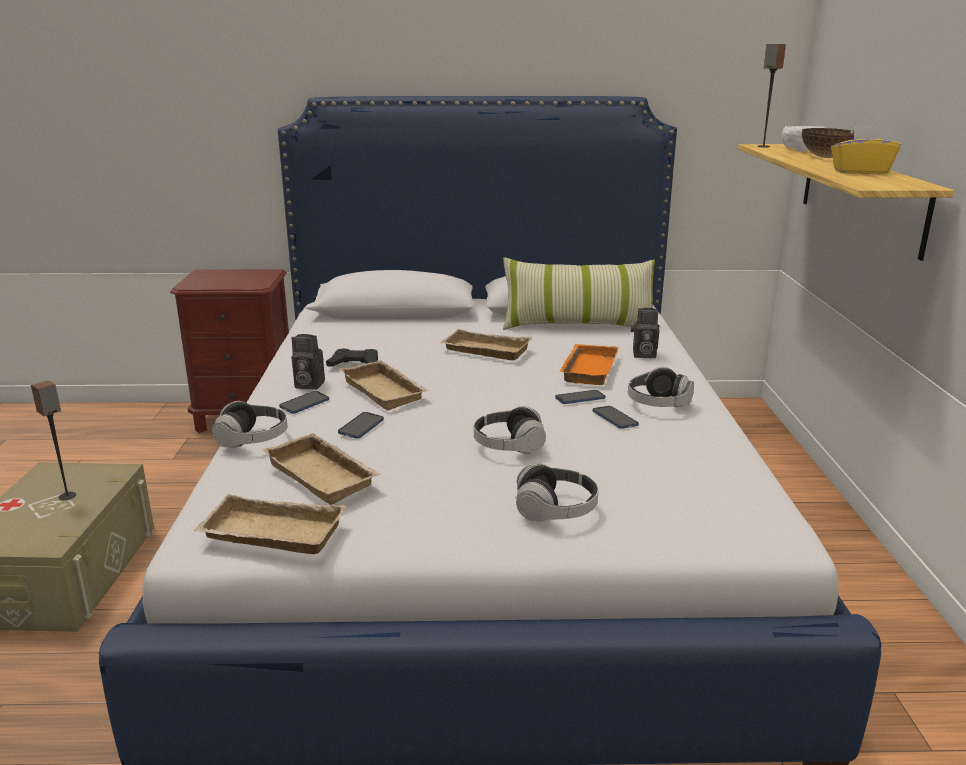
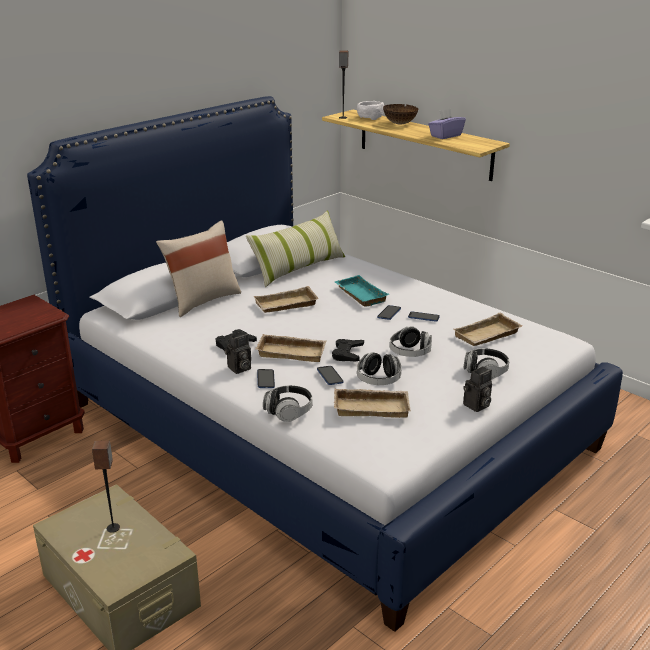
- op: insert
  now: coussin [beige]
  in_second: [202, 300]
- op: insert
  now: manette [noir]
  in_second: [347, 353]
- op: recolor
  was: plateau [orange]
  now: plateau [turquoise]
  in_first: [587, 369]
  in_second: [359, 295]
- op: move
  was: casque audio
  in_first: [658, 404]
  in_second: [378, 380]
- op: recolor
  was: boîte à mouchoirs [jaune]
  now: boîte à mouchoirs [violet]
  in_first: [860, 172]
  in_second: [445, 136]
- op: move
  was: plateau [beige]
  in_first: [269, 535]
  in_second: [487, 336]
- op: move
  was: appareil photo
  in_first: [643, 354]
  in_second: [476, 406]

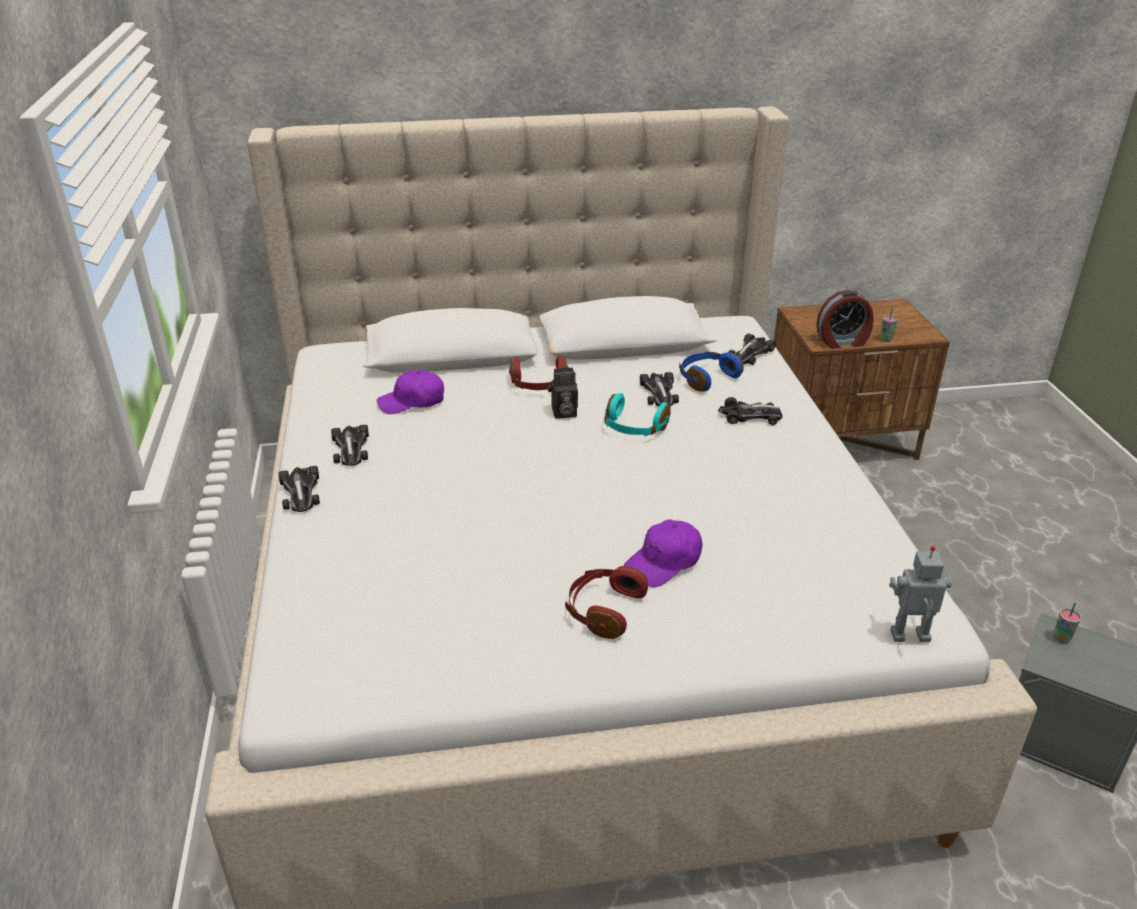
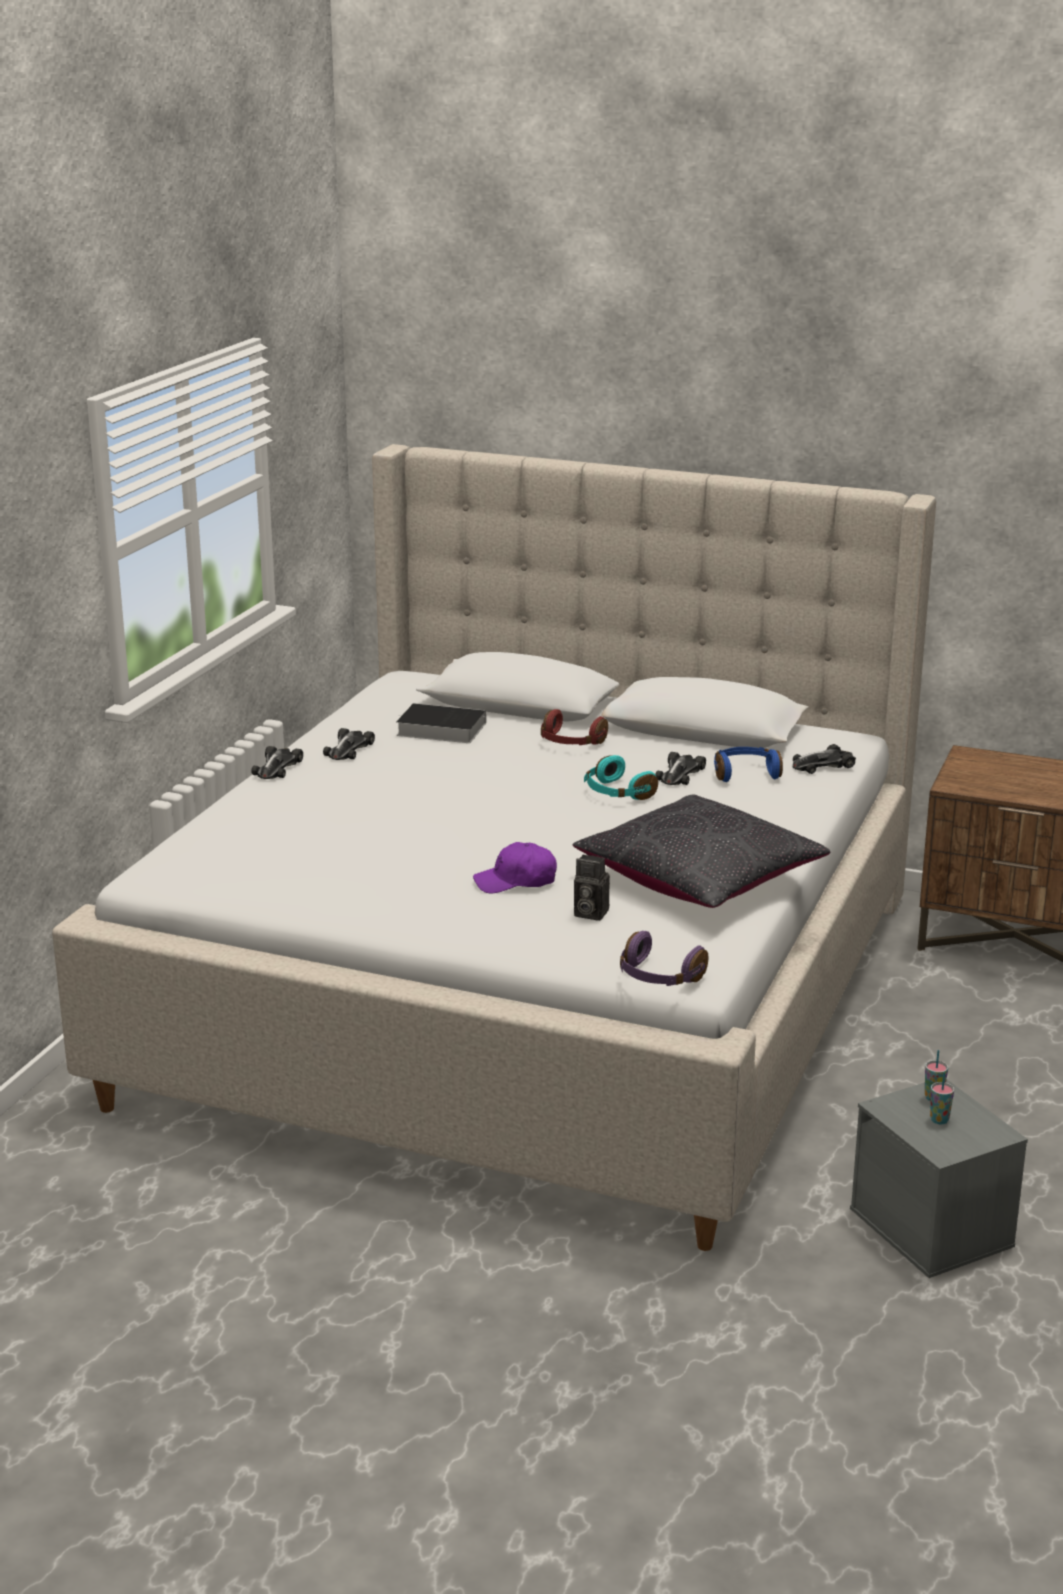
- op: replace
  was: casquette [violet]
  now: livre
  in_first: [412, 402]
  in_second: [438, 729]
- op: insert
  now: coussin [noir]
  in_second: [699, 879]
- op: move
  was: appareil photo
  in_first: [563, 413]
  in_second: [588, 913]
- op: replace
  was: robot jouet
  now: casque audio [violet]
  in_first: [910, 638]
  in_second: [659, 977]
- op: move
  was: tasse
  in_first: [885, 339]
  in_second: [939, 1120]
- op: delete
  was: casque audio [rouge]
  in_first: [603, 610]
- op: delete
  was: petite voiture
  in_first: [749, 416]
- op: delete
  was: réveil
  in_first: [842, 342]

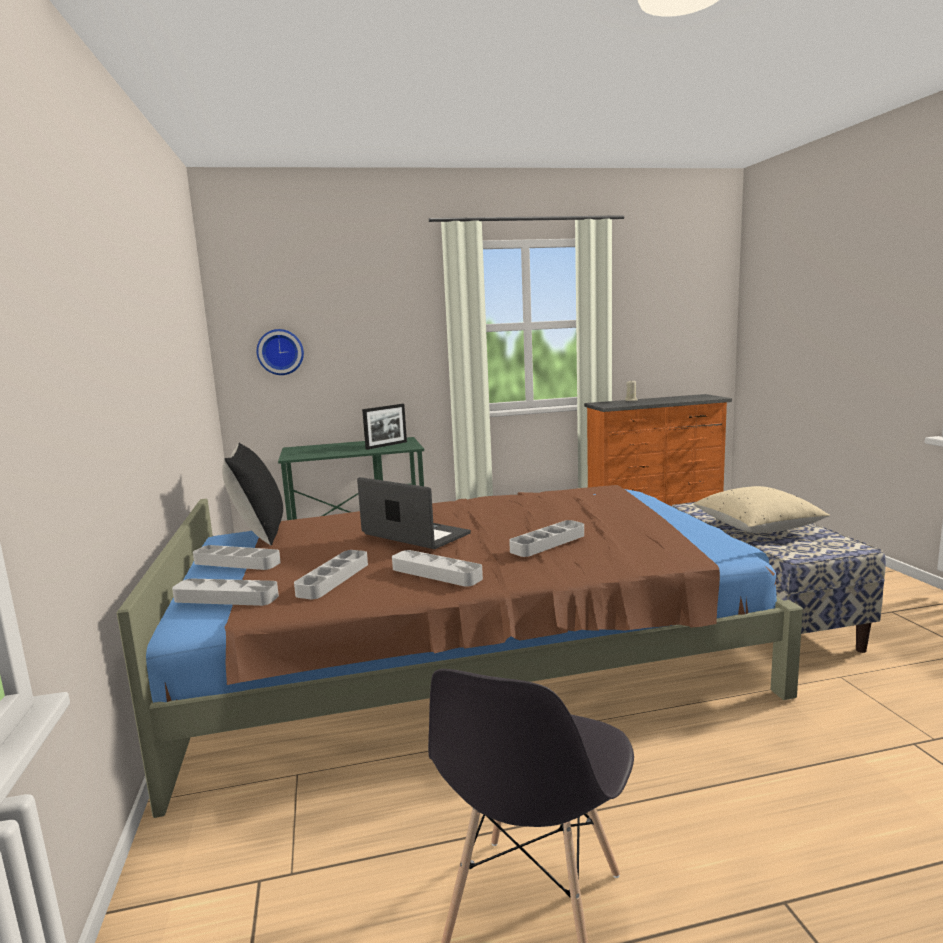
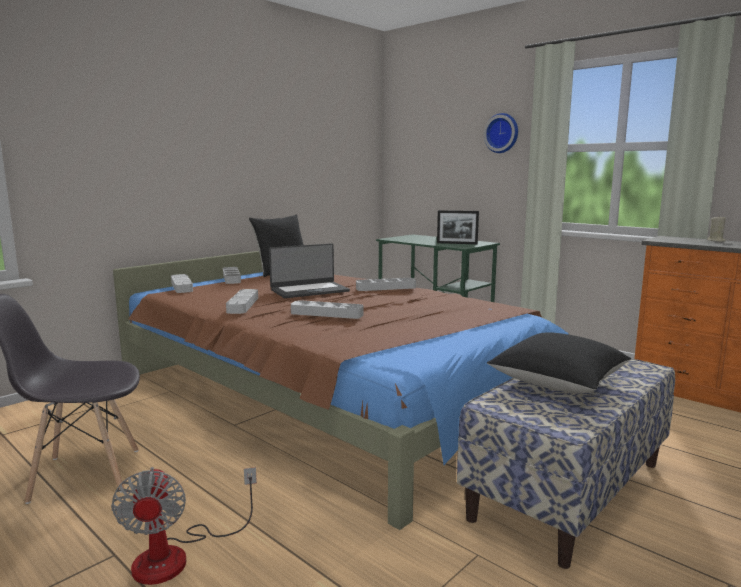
- op: insert
  now: ventilateur
  in_second: [177, 555]
- op: rotate
  was: ordinateur portable
  in_first: [414, 535]
  in_second: [309, 290]
  clockwise: 60
- op: move
  was: plateau [gris]
  in_first: [333, 579]
  in_second: [386, 288]
- op: move
  was: horloge murale
  in_first: [280, 352]
  in_second: [502, 133]
- op: recolor
  was: coussin [beige]
  now: coussin [noir]
  in_first: [757, 528]
  in_second: [558, 383]

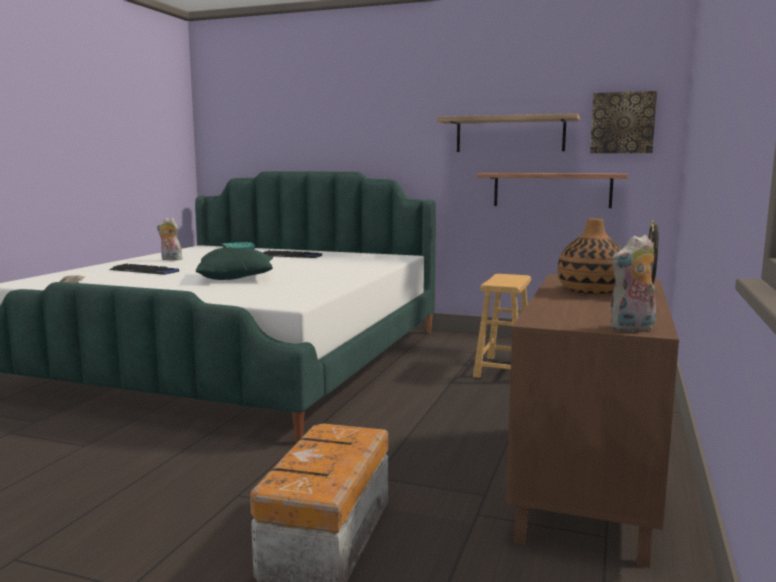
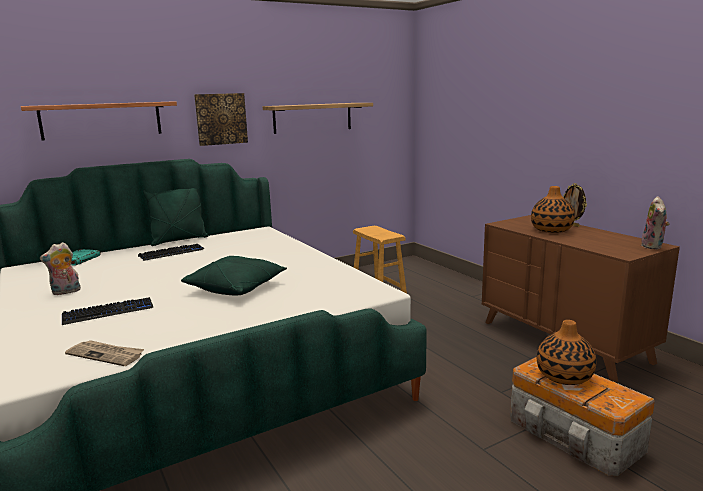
- op: move
  was: étagère
  in_first: [552, 190]
  in_second: [102, 120]
- op: insert
  now: coussin [vert]
  in_second: [179, 240]
- op: move
  was: tableau
  in_first: [622, 123]
  in_second: [221, 119]
- op: insert
  now: vase
  in_second: [564, 376]

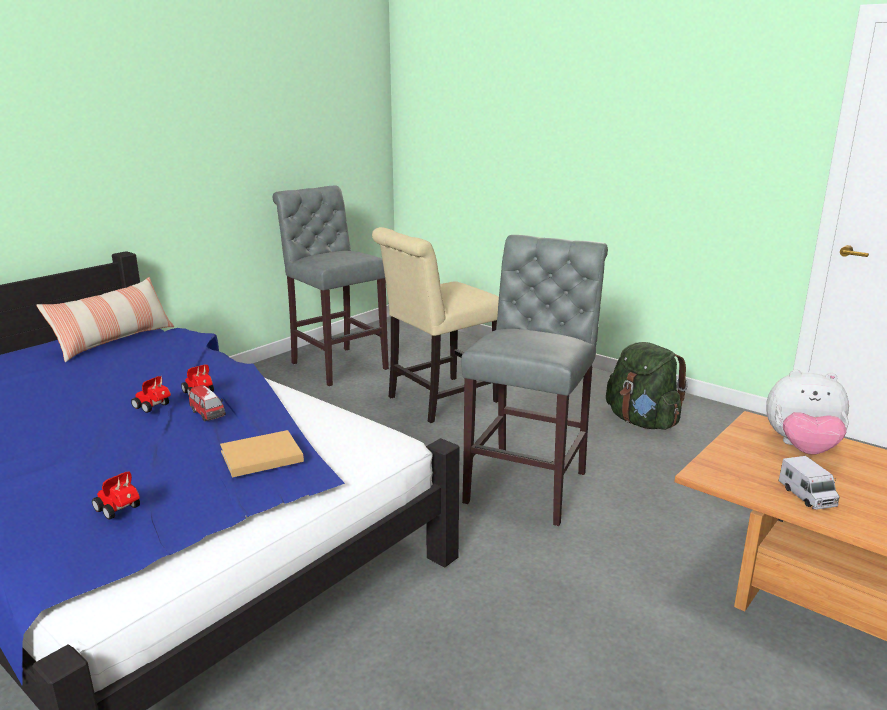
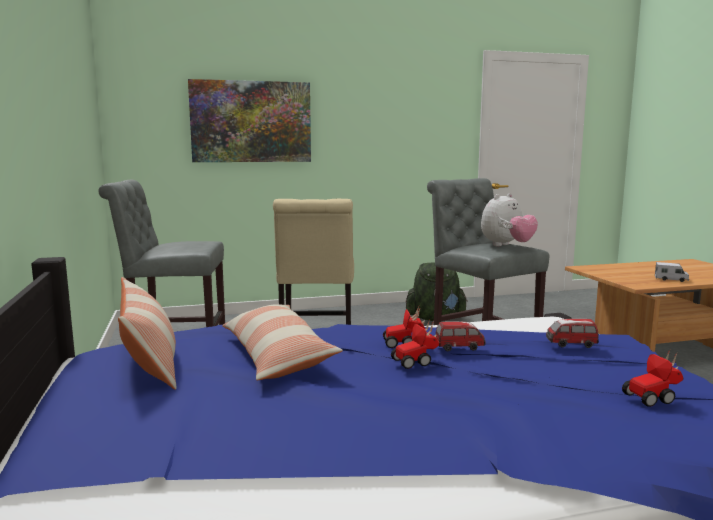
- op: insert
  now: tableau
  in_second: [251, 122]
- op: insert
  now: coussin
  in_second: [276, 356]
- op: move
  was: peluche
  in_first: [801, 448]
  in_second: [506, 246]
- op: replace
  was: livre [beige]
  now: petite voiture
  in_first: [259, 456]
  in_second: [571, 344]

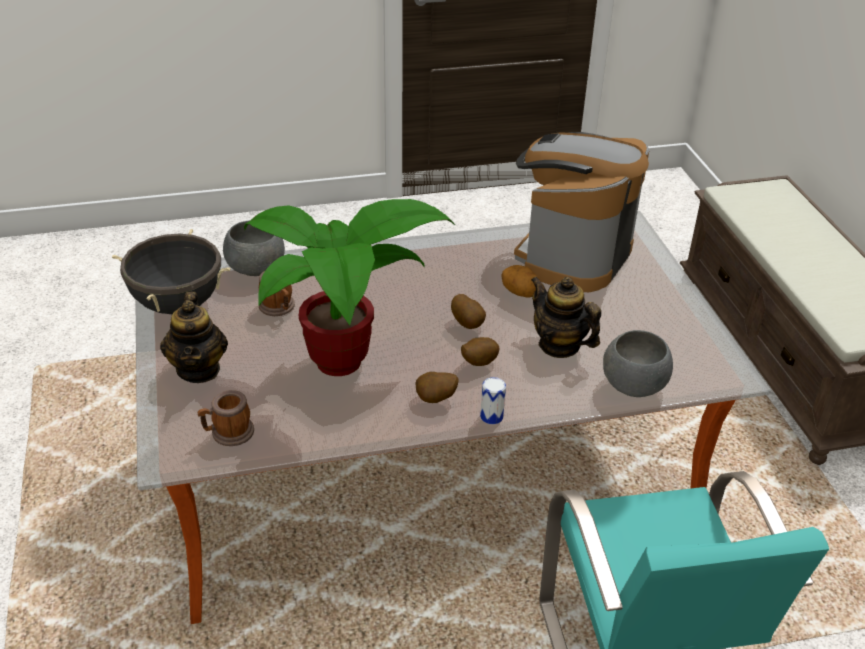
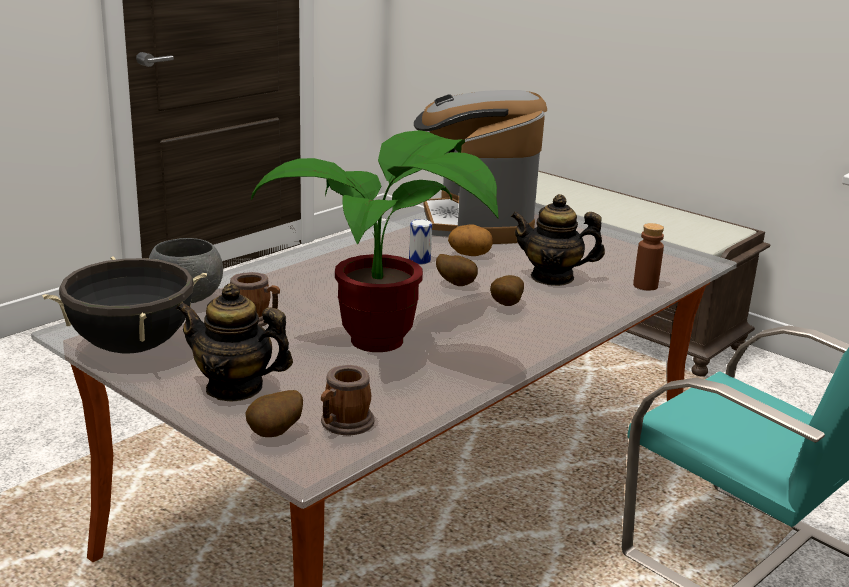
- op: rotate
  was: théière
  in_first: [199, 369]
  in_second: [235, 388]
  clockwise: 150
- op: move
  was: pomme de terre
  in_first: [436, 400]
  in_second: [276, 434]
- op: move
  was: boîte métallique
  in_first: [491, 416]
  in_second: [419, 260]
- op: replace
  was: bol [gris]
  now: bouteille [marron]
  in_first: [633, 386]
  in_second: [645, 285]

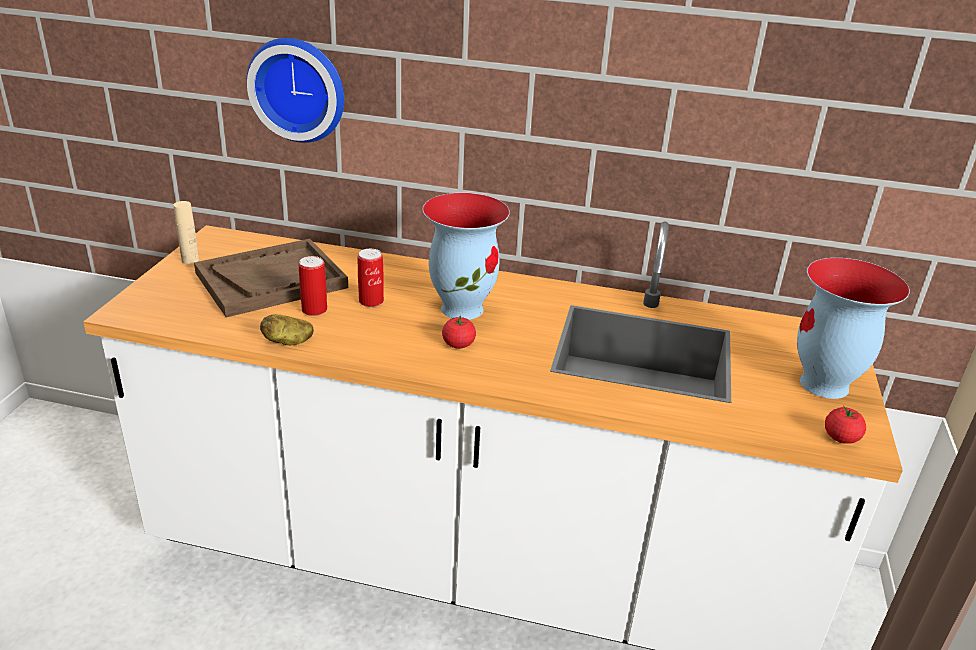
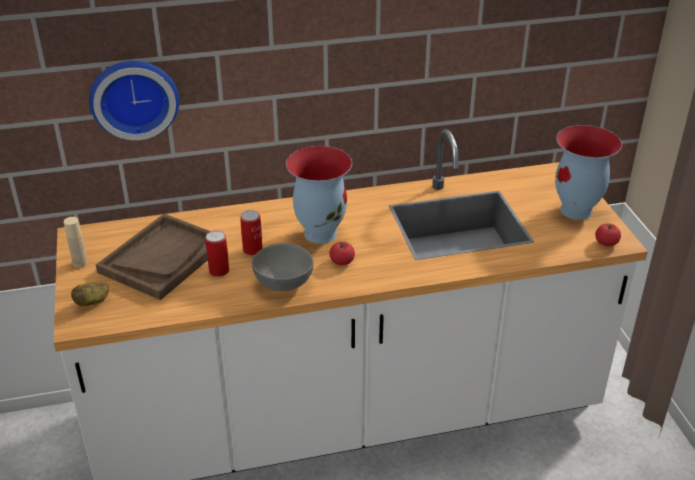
- op: move
  was: pomme de terre
  in_first: [288, 342]
  in_second: [93, 302]
- op: insert
  now: bol [gris]
  in_second: [282, 282]

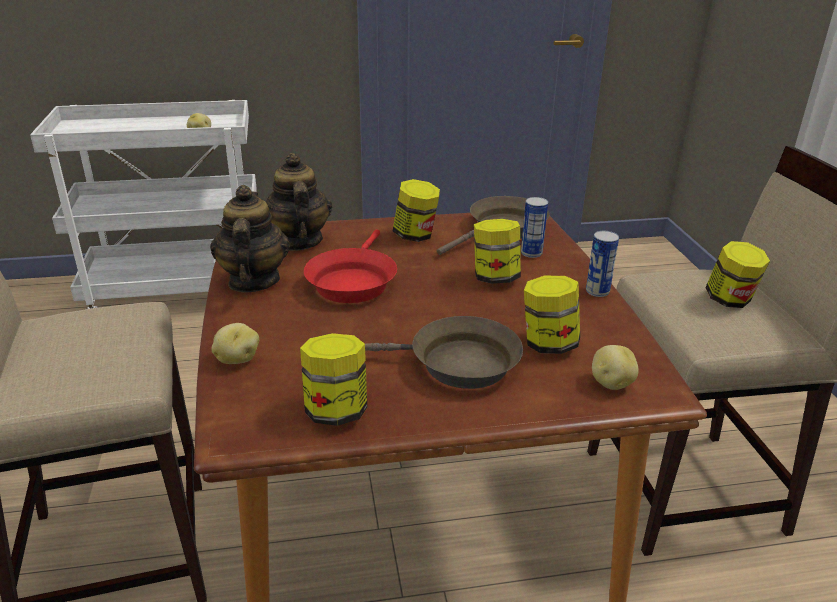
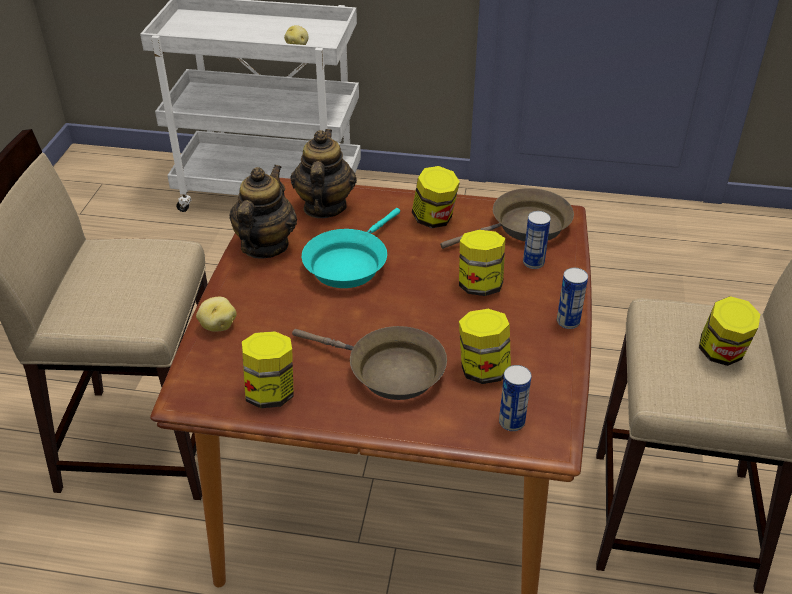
- op: recolor
  was: poêle [rouge]
  now: poêle [turquoise]
  in_first: [352, 281]
  in_second: [349, 263]
- op: replace
  was: pomme de terre
  now: boîte métallique
  in_first: [610, 383]
  in_second: [511, 422]

